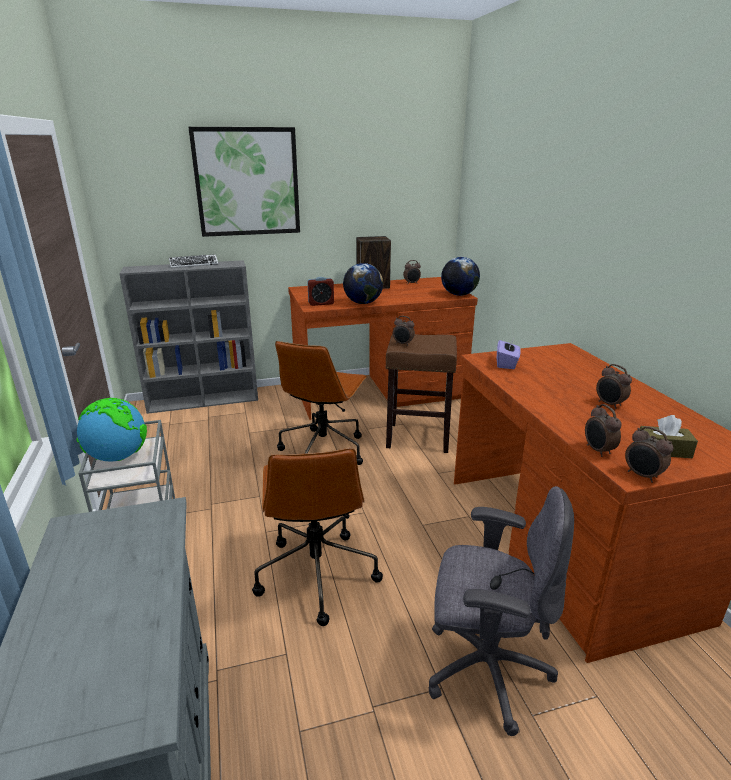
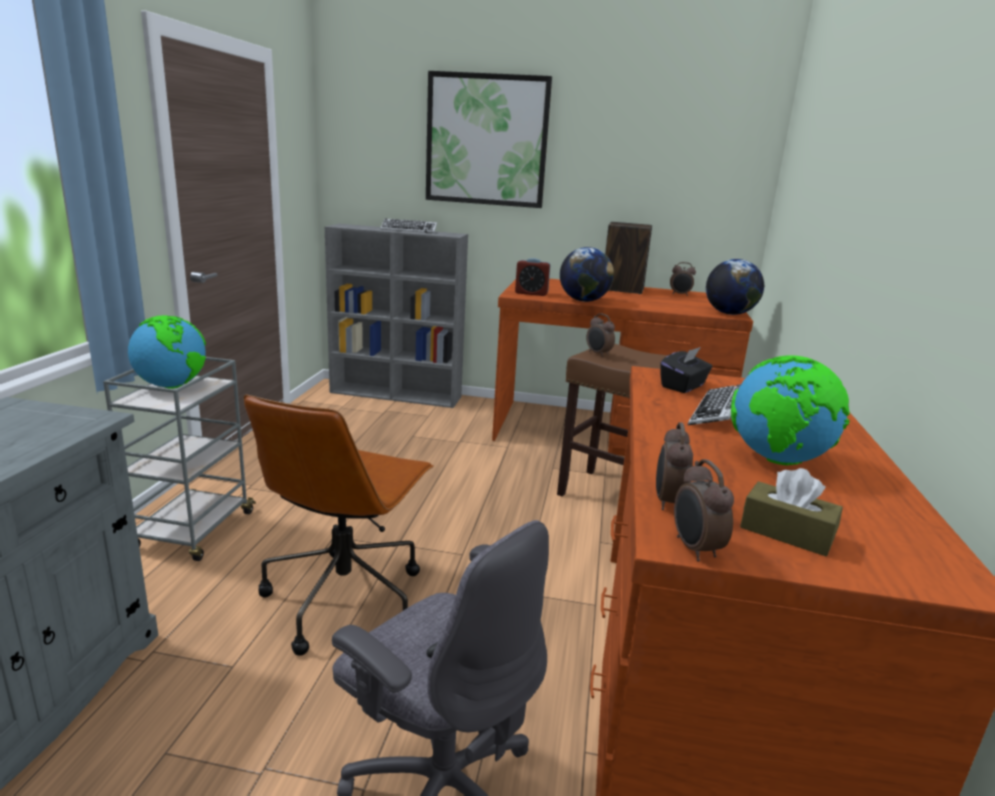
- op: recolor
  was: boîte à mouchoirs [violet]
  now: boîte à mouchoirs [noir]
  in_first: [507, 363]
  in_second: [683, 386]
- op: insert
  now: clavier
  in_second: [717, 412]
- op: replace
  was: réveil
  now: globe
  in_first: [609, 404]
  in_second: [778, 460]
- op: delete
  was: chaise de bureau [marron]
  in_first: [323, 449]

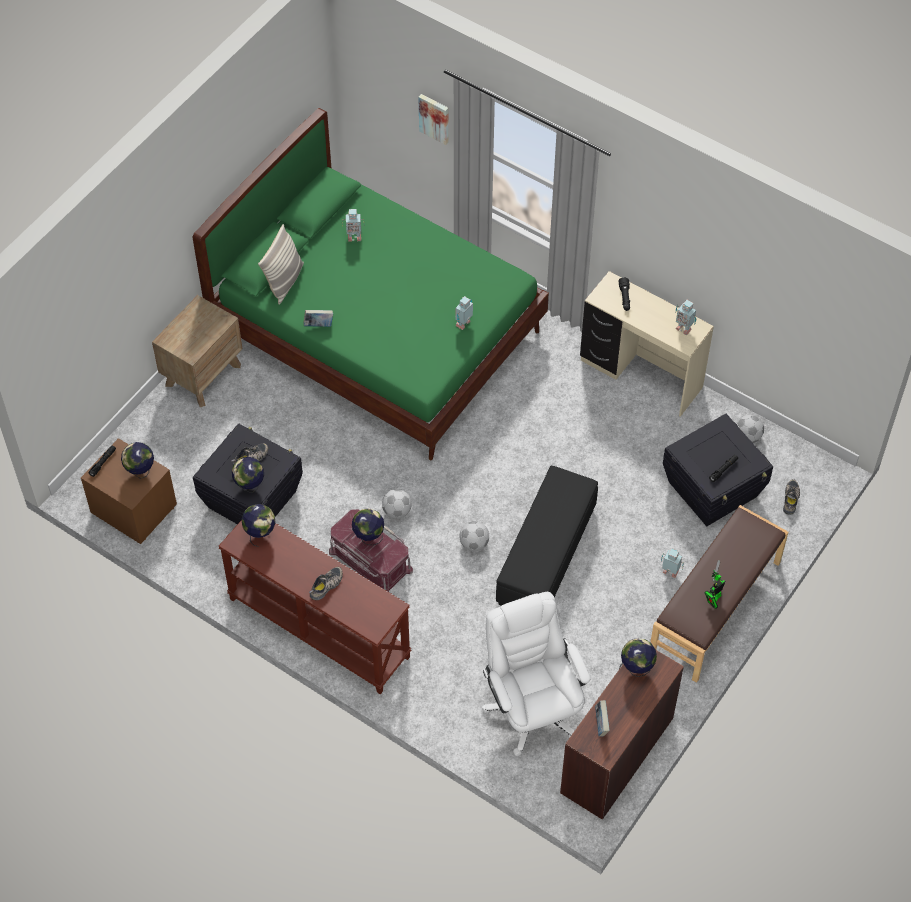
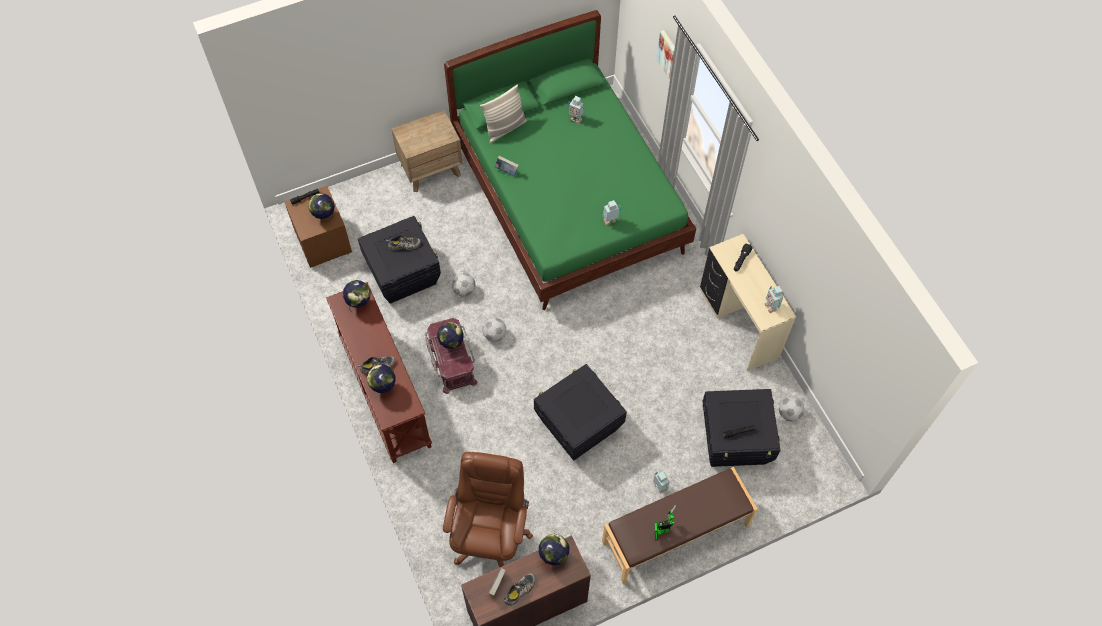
- op: move
  was: globe
  in_first: [250, 486]
  in_second: [384, 388]
- op: recolor
  was: chaise de bureau [blanc]
  now: chaise de bureau [marron]
  in_first: [532, 709]
  in_second: [490, 535]
- op: move
  was: ballon de foot
  in_first: [474, 544]
  in_second: [464, 290]
- op: move
  was: chaussure
  in_first: [791, 499]
  in_second: [520, 591]
- op: replace
  was: pouf [noir]
  now: boîte de rangement [noir]
  in_first: [547, 556]
  in_second: [577, 425]

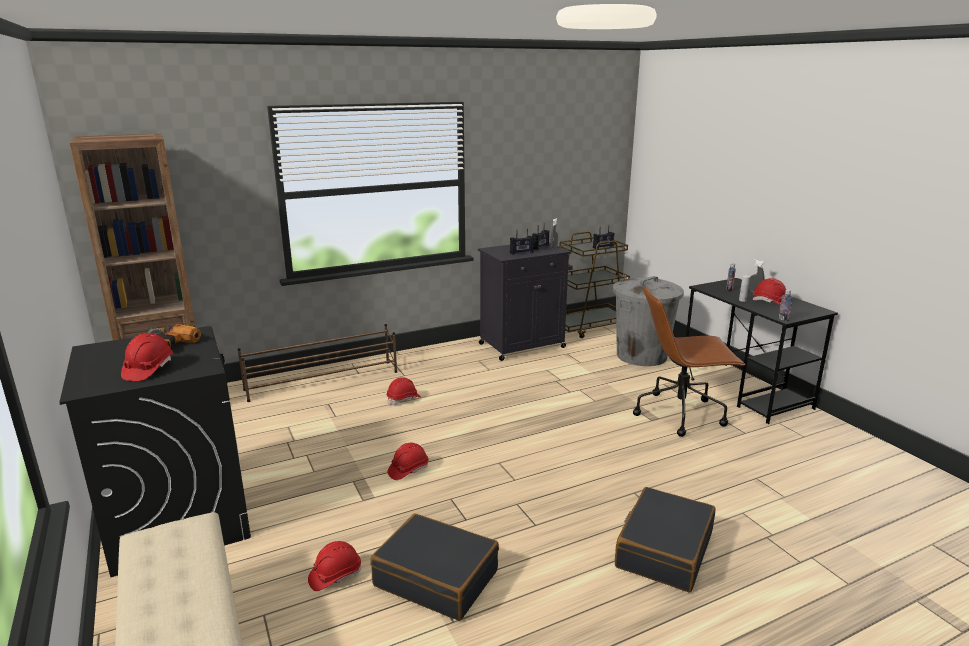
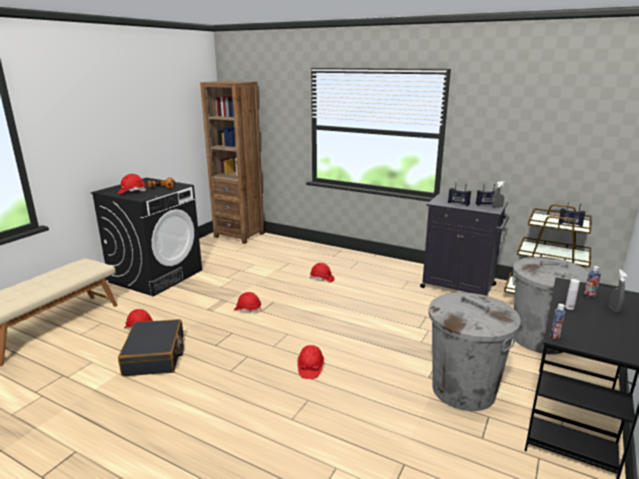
- op: move
  was: casque de chantier [rouge]
  in_first: [770, 303]
  in_second: [310, 368]
- op: replace
  was: chaise de bureau [marron]
  now: poubelle [gris]
  in_first: [681, 413]
  in_second: [463, 389]
- op: delete
  was: étagère à chaussures [marron]
  in_first: [323, 381]
- op: delete
  was: valise [noir]
  in_first: [663, 550]

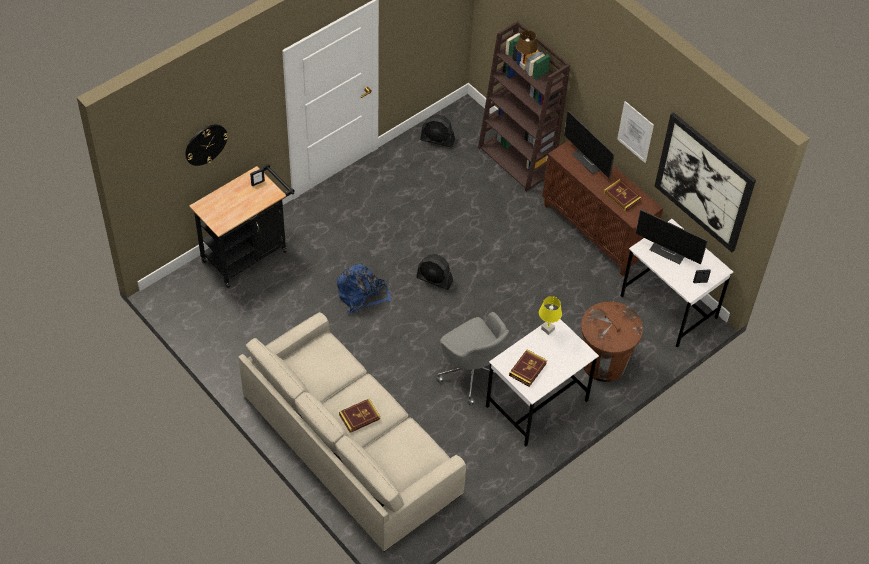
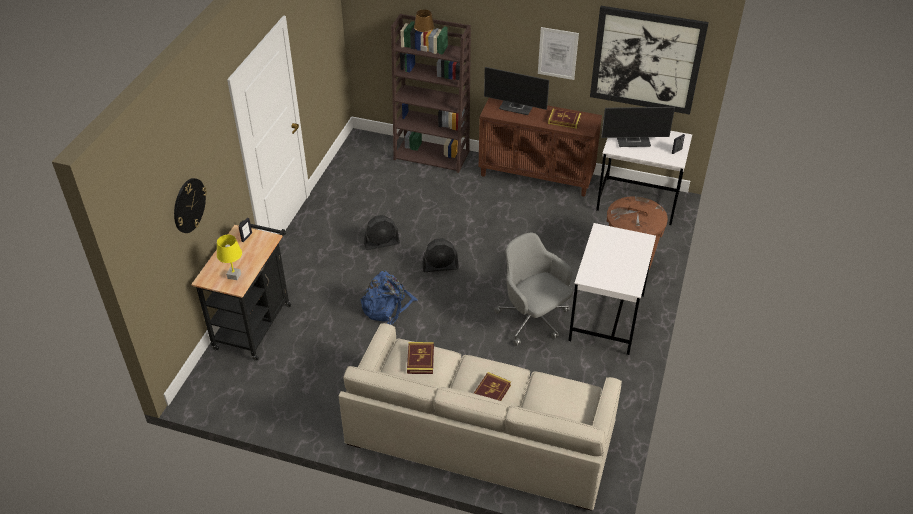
- op: move
  was: lampe de table [jaune]
  in_first: [548, 329]
  in_second: [234, 276]
- op: move
  was: ventilateur [noir]
  in_first: [437, 140]
  in_second: [382, 243]
- op: move
  was: livre
  in_first: [527, 369]
  in_second: [420, 359]
- op: rotate
  was: chaise de bureau [gris]
  in_first: [472, 371]
  in_second: [533, 320]
  clockwise: -150

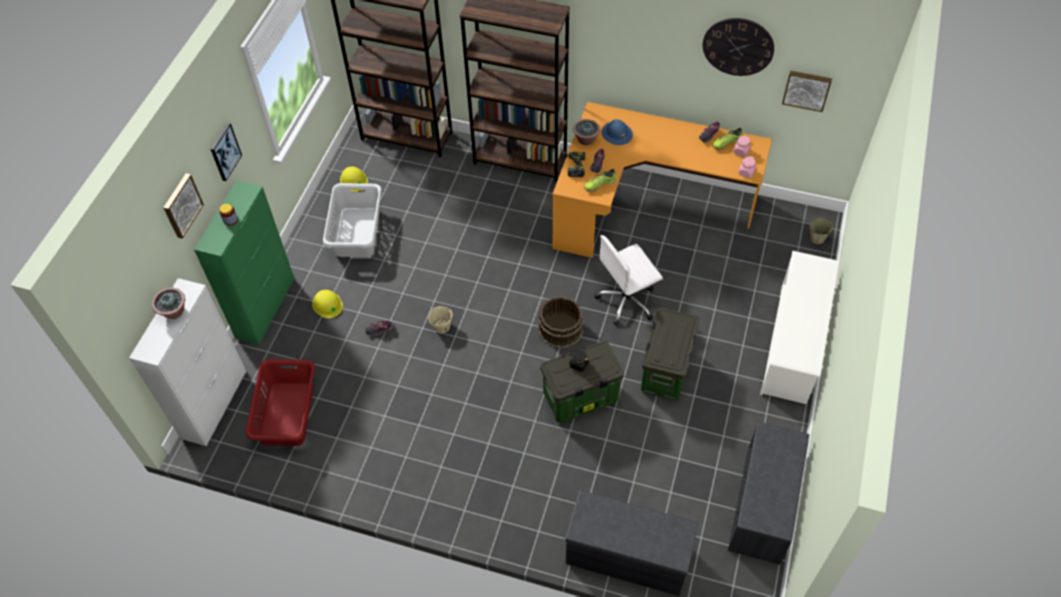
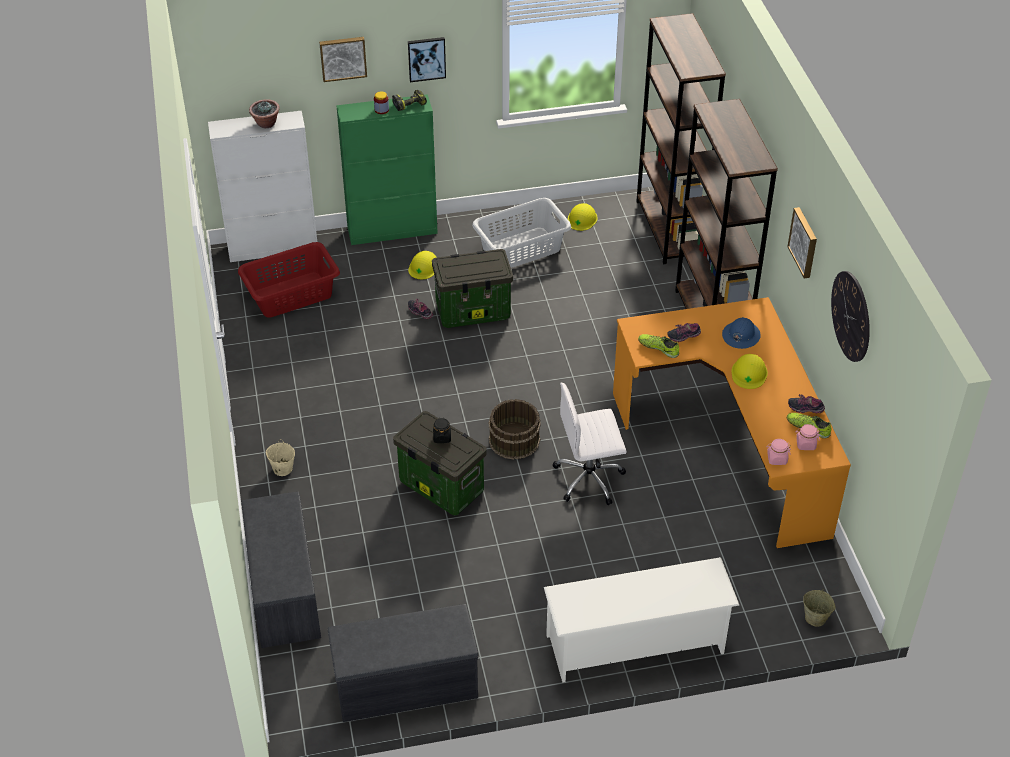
- op: move
  was: seau [beige]
  in_first: [441, 327]
  in_second: [282, 469]
- op: move
  was: perceuse
  in_first: [575, 166]
  in_second: [409, 103]
- op: move
  was: boîte de rangement
  in_first: [665, 369]
  in_second: [474, 311]
- op: rotate
  was: chaise de bureau [blanc]
  in_first: [627, 301]
  in_second: [590, 478]
  clockwise: -45
- op: insert
  now: casque de chantier [jaune]
  in_second: [749, 373]
- op: move
  was: tableau
  in_first: [806, 89]
  in_second: [804, 242]
- op: delete
  was: plante en pot
  in_first: [585, 140]

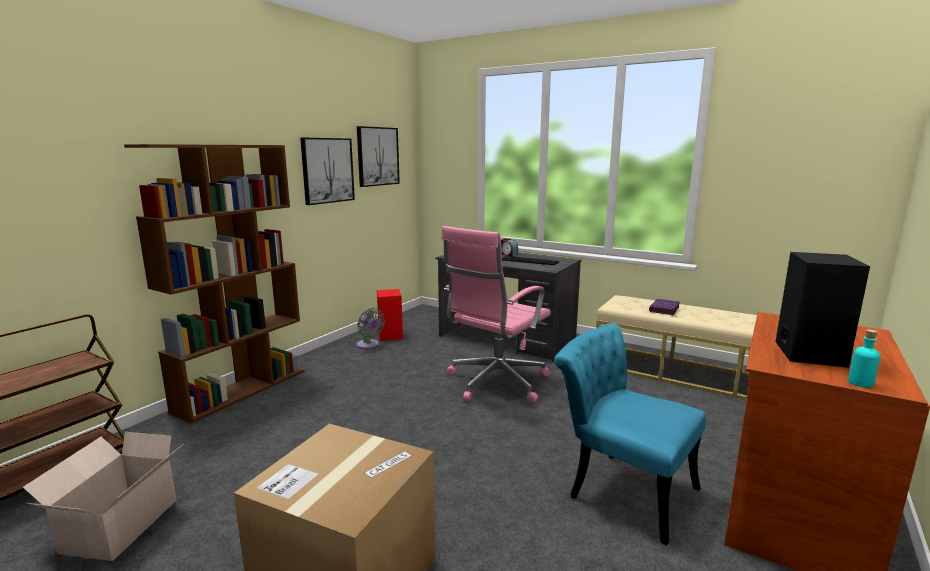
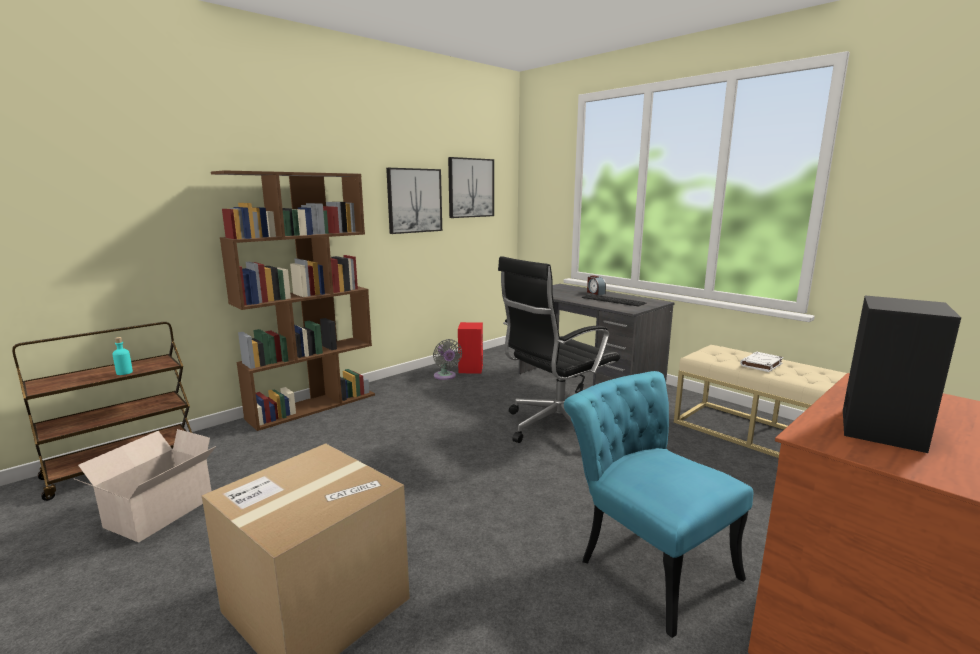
- op: move
  was: bouteille [turquoise]
  in_first: [860, 383]
  in_second: [124, 372]
- op: recolor
  was: chaise de bureau [rose]
  now: chaise de bureau [noir]
  in_first: [495, 383]
  in_second: [555, 427]
- op: recolor
  was: livre [violet]
  now: livre [blanc]
  in_first: [664, 309]
  in_second: [761, 365]

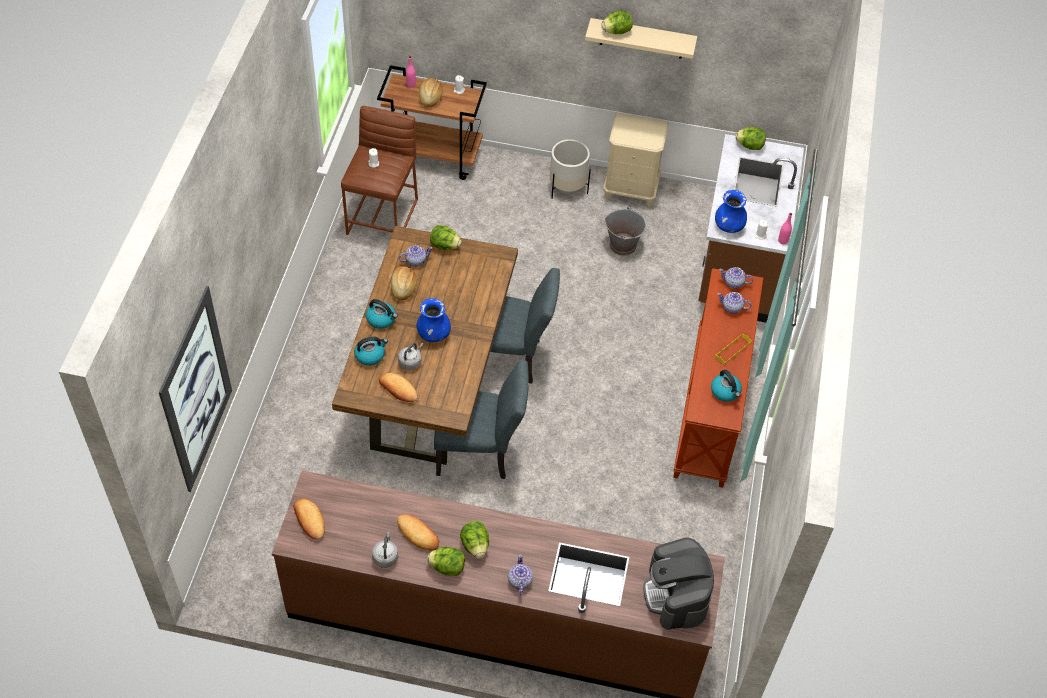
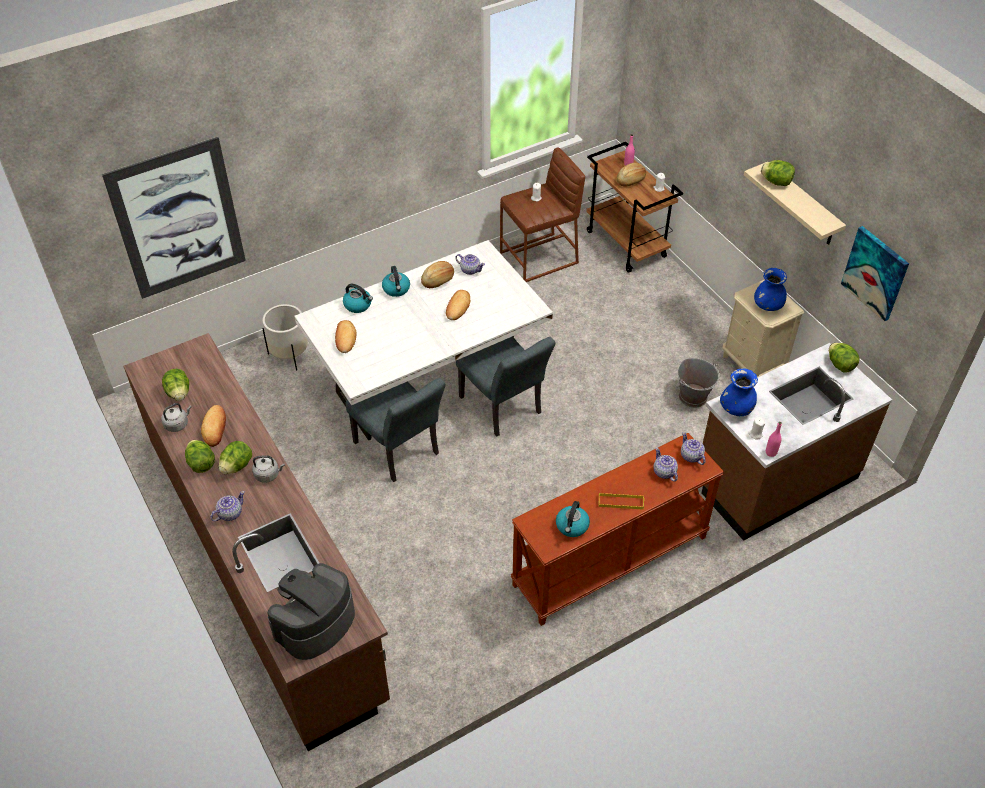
- op: move
  was: laitue
  in_first: [445, 245]
  in_second: [179, 393]
- op: move
  was: bouilloire [gris]
  in_first: [411, 362]
  in_second: [268, 474]
- op: move
  was: cache-pot [blanc]
  in_first: [567, 188]
  in_second: [290, 355]
- op: recolor
  was: table à manger [marron]
  now: table à manger [blanc]
  in_first: [430, 383]
  in_second: [429, 382]
- op: move
  was: pain
  in_first: [309, 520]
  in_second: [457, 307]
- op: move
  was: vase [bleu]
  in_first: [434, 334]
  in_second: [768, 305]
- op: insert
  now: tableau
  in_second: [875, 273]

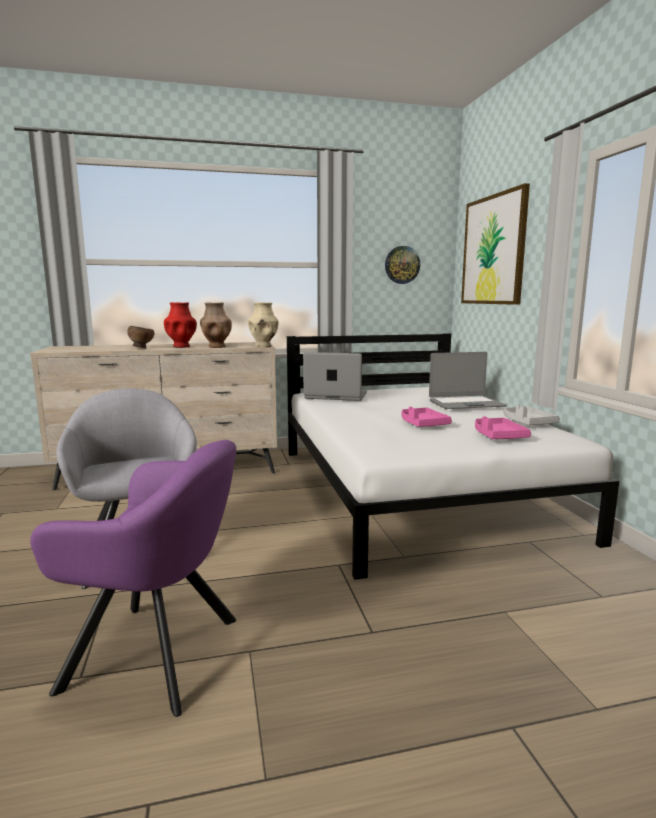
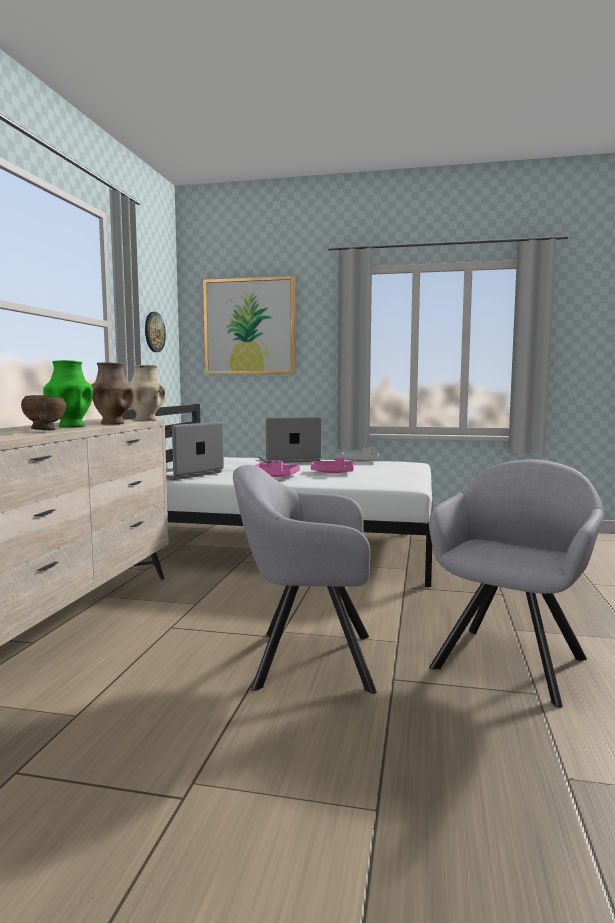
- op: recolor
  was: vase [rouge]
  now: vase [vert]
  in_first: [181, 346]
  in_second: [71, 426]
- op: move
  was: plateau [rose]
  in_first: [497, 436]
  in_second: [274, 476]
- op: rotate
  was: ordinateur portable
  in_first: [466, 404]
  in_second: [289, 460]
  clockwise: -120
- op: recolor
  was: fauteuil [violet]
  now: fauteuil [gris]
  in_first: [162, 655]
  in_second: [513, 659]

